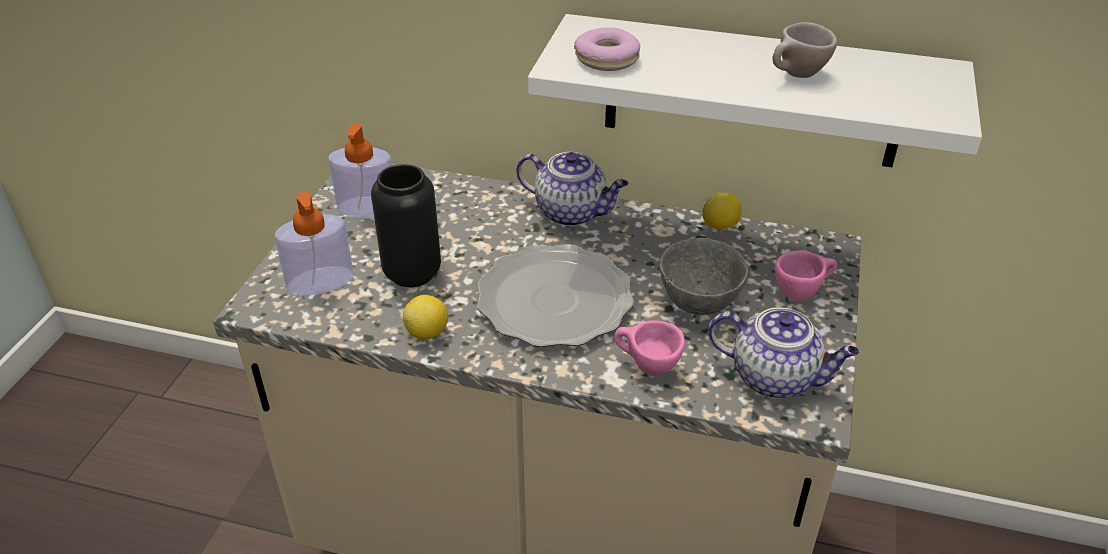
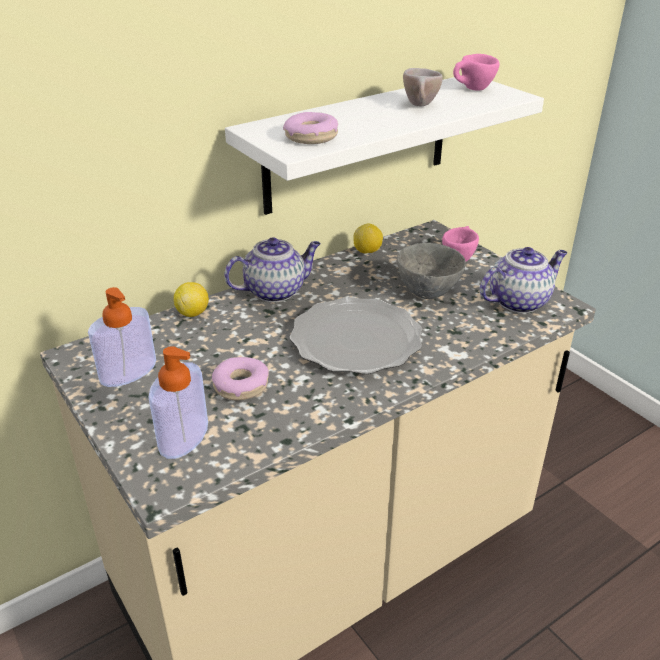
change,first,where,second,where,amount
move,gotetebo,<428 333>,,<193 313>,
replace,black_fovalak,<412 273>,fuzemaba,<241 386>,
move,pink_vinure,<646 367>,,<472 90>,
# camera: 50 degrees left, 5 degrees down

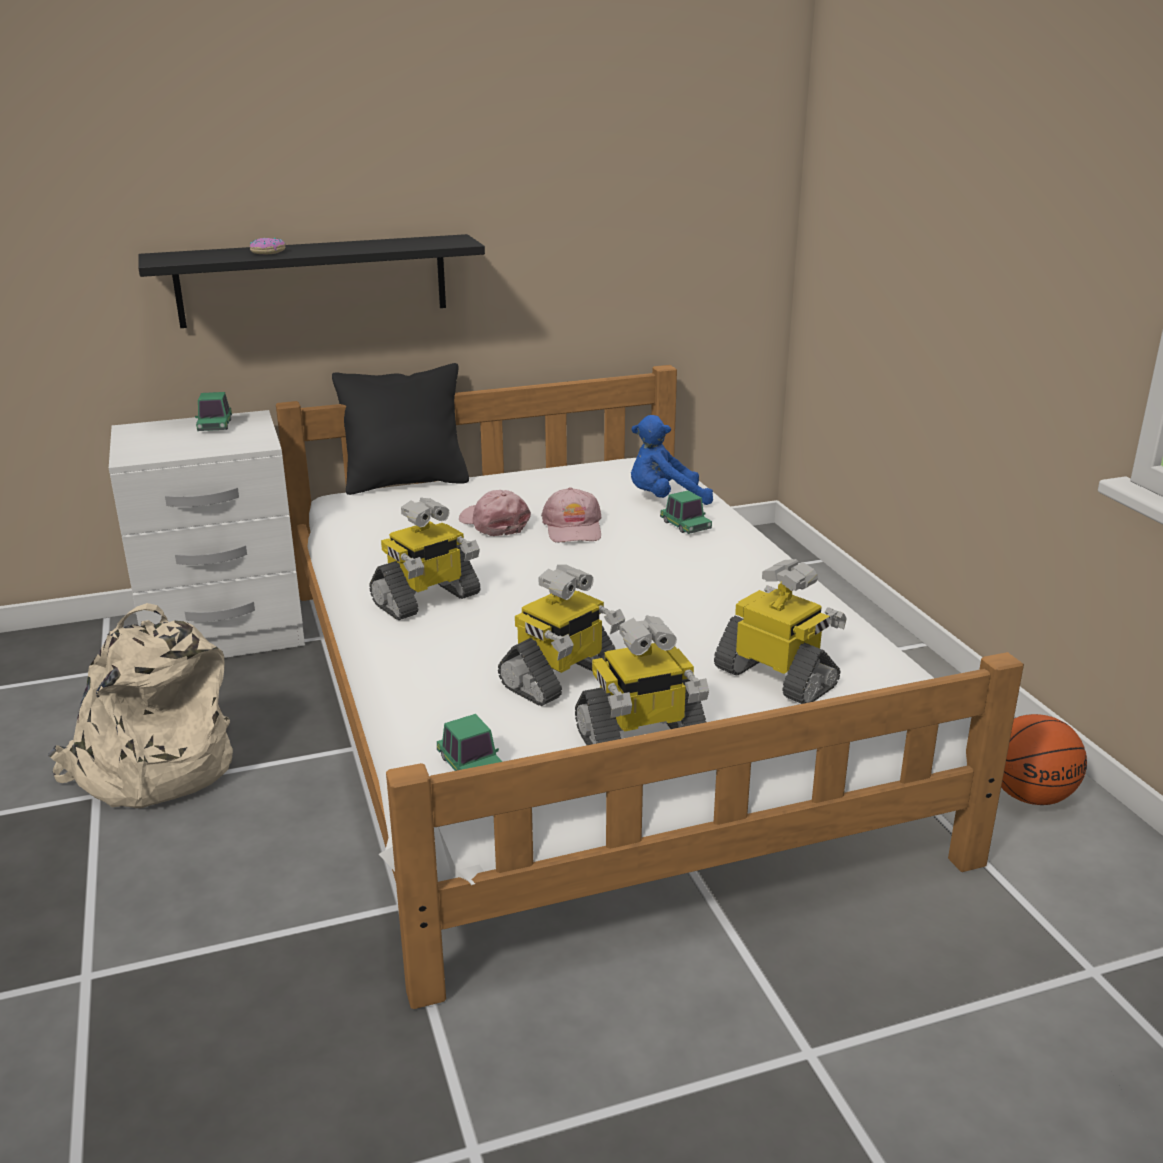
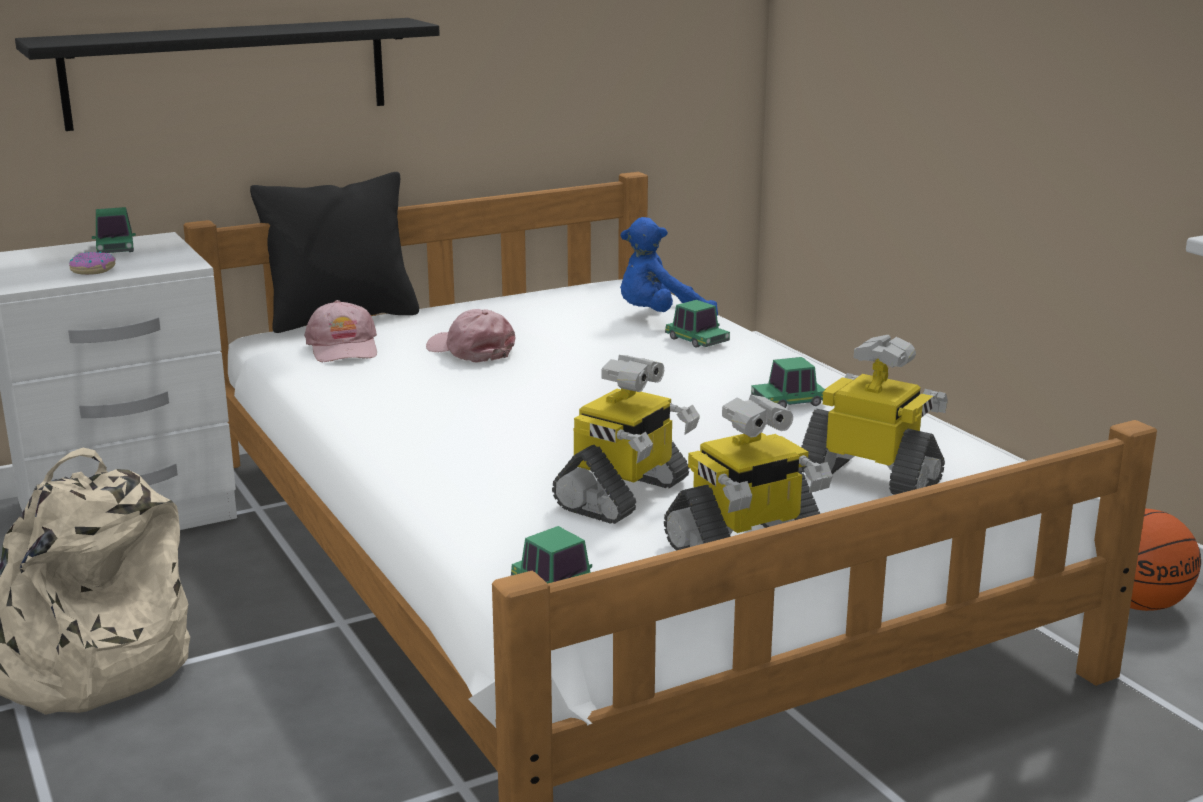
change,first,where,second,where,amount
move,fuzemaba,<267 252>,,<92 270>,
move,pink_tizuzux,<573 528>,,<343 348>,
insert,,,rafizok,<789 402>,
delete,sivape,<426 600>,,,
# camera: 10 degrees left, 5 degrees down

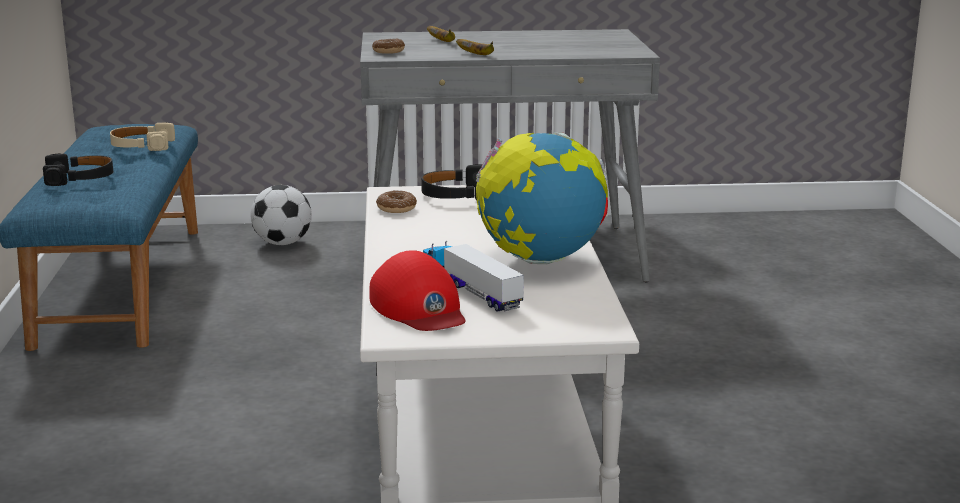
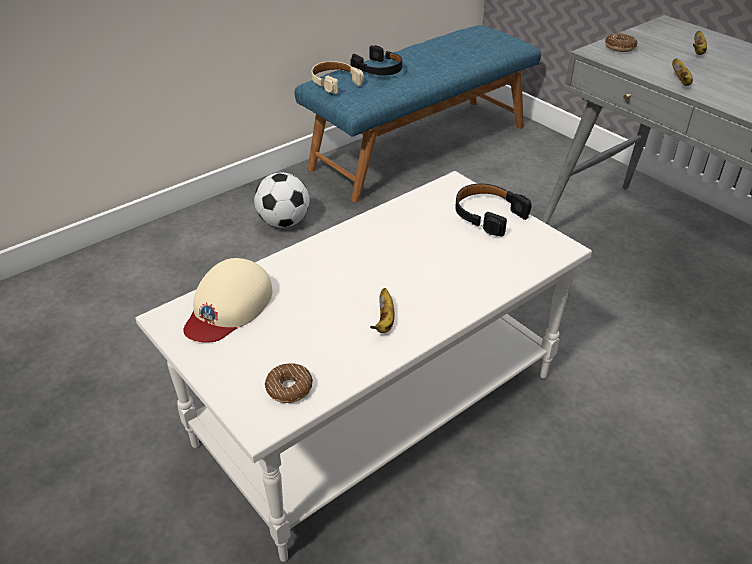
change,first,where,second,where,amount
recolor,red_tizuzux,<419 308>,beige_tizuzux,<228 307>,
move,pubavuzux,<282 243>,,<284 222>,
move,fuzemaba,<396 208>,,<289 388>,
move,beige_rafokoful,<142 145>,,<335 82>,
replace,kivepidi,<540 260>,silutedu,<384 321>,
delete,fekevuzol,<468 287>,,,
# camera: 55 degrees right, 20 degrees up

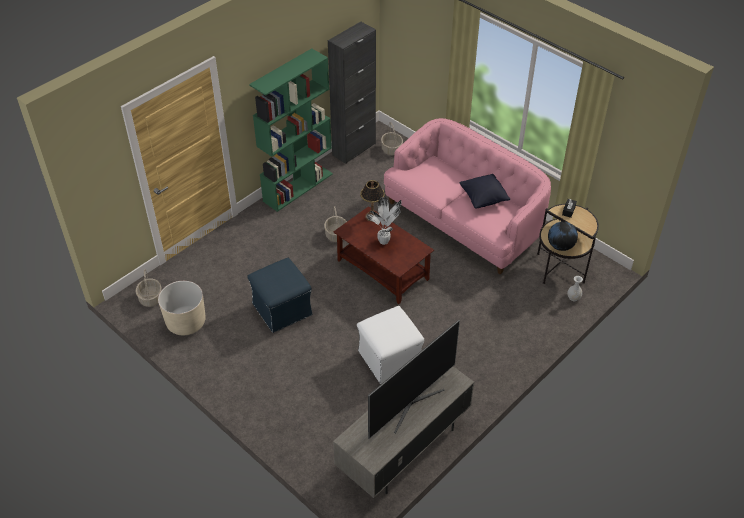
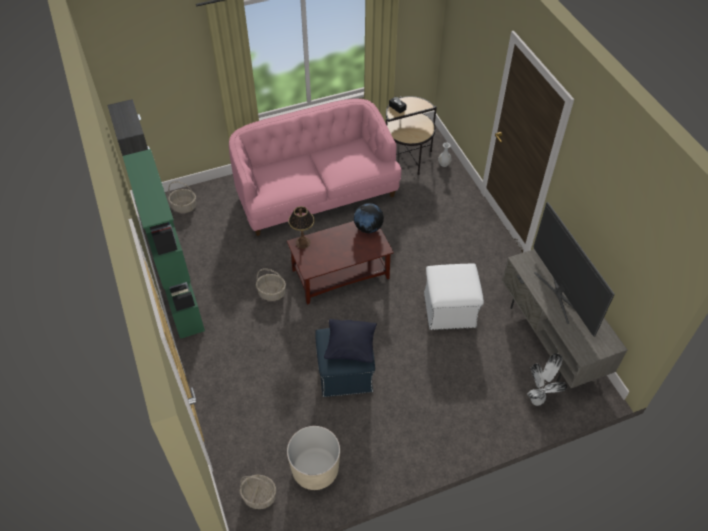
change,first,where,second,where,amount
move,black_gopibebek,<483 199>,,<350 347>,
move,kivepidi,<560 246>,,<368 228>,
move,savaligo,<385 241>,,<537 400>,
# camera: 65 degrees left, 5 degrees up

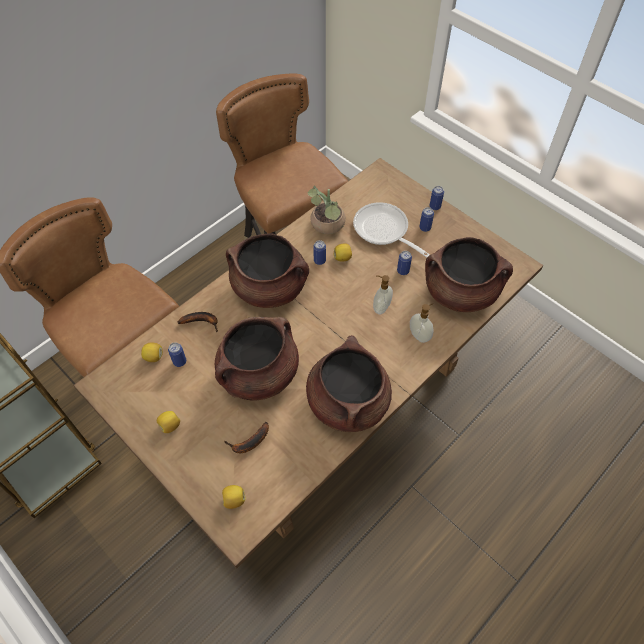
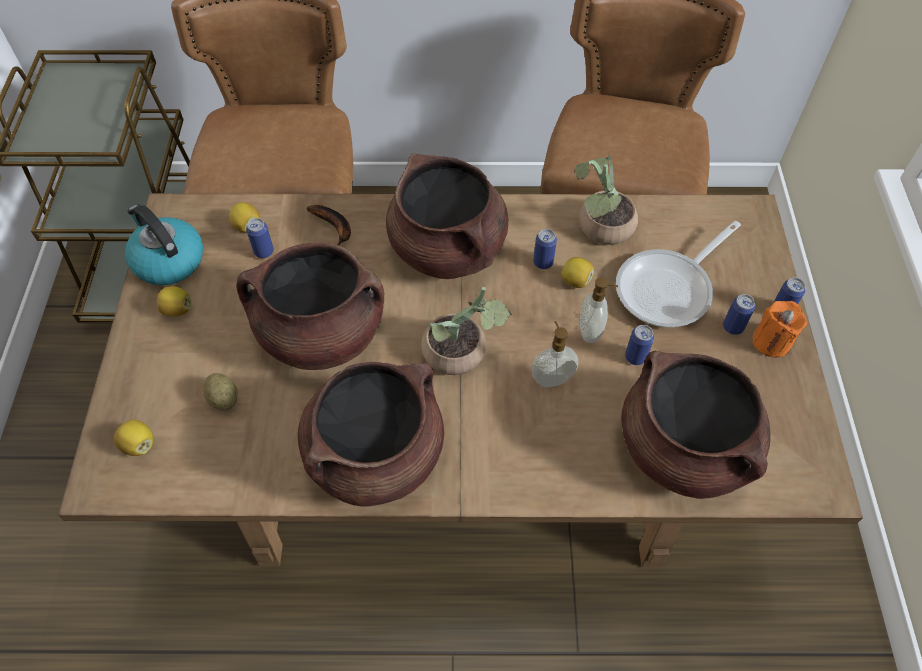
change,first,where,second,where,amount
insert,,,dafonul,<168 260>,
replace,silutedu,<249 443>,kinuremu,<224 399>,
insert,,,savaligo,<462 354>,
move,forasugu,<420 335>,,<591 331>,
rotate,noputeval,<384 231>,,<669 289>,135 degrees counterclockwise
insert,,,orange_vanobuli,<771 341>,
# camera: 45 degrees right, 0 degrees up

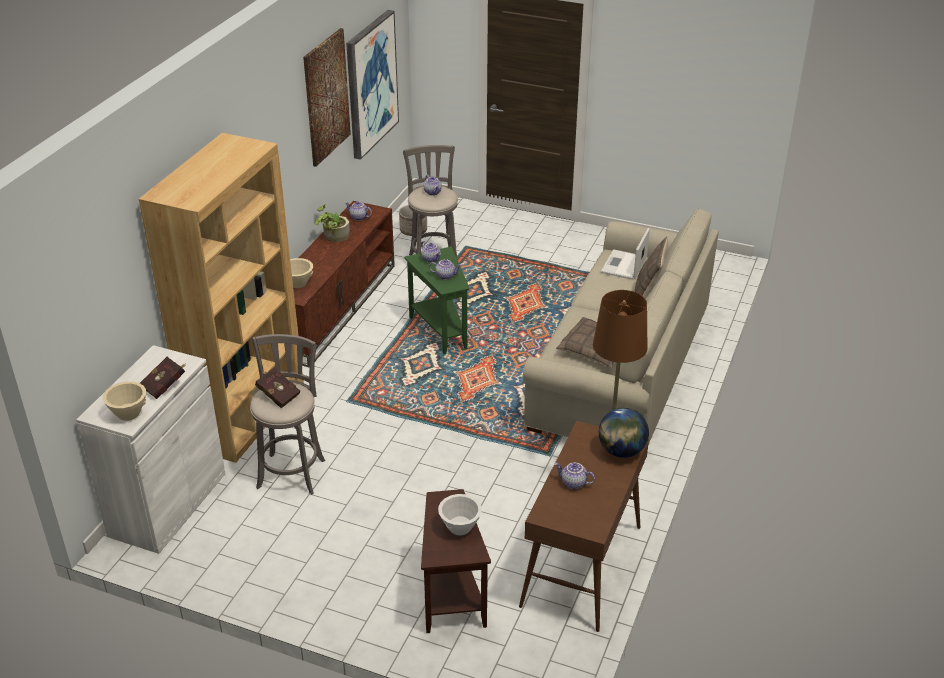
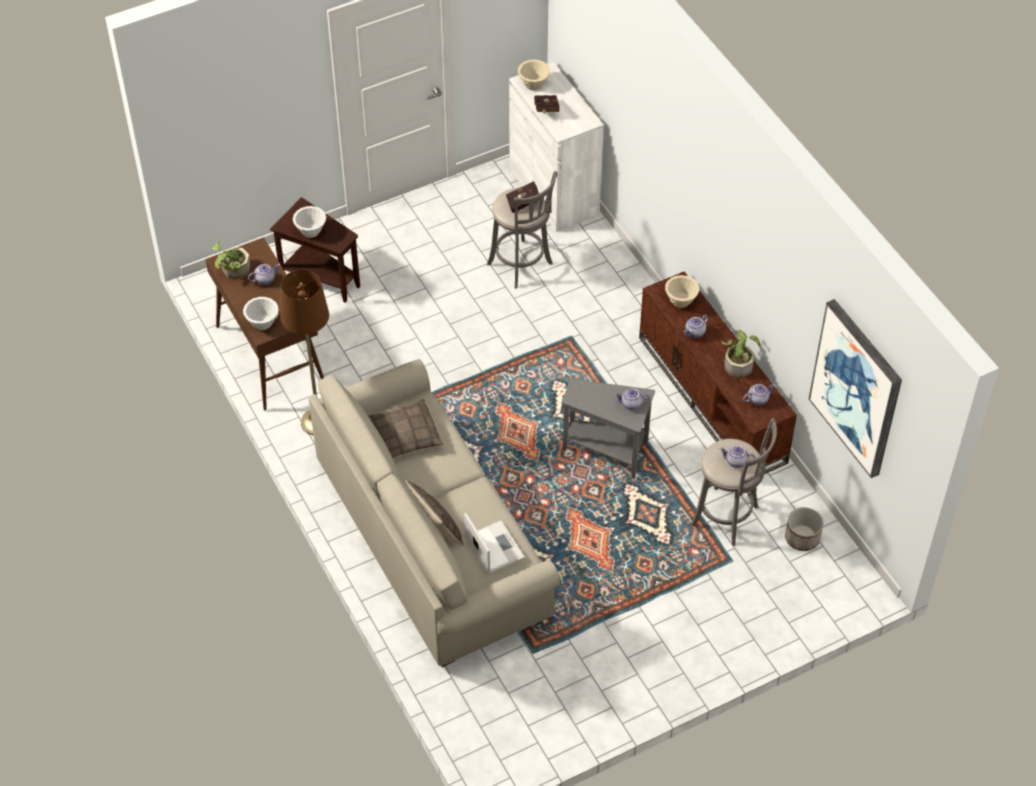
change,first,where,second,where,amount
insert,,,savaligo,<233 271>,
replace,kivepidi,<621 451>,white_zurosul,<262 323>,
recolor,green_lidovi,<441 330>,grey_lidovi,<608 451>,
move,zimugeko,<445 275>,,<695 333>,
delete,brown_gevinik,<247 415>,,,
delete,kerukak,<326 97>,,,
# camera: 130 degrees right, 15 degrees up

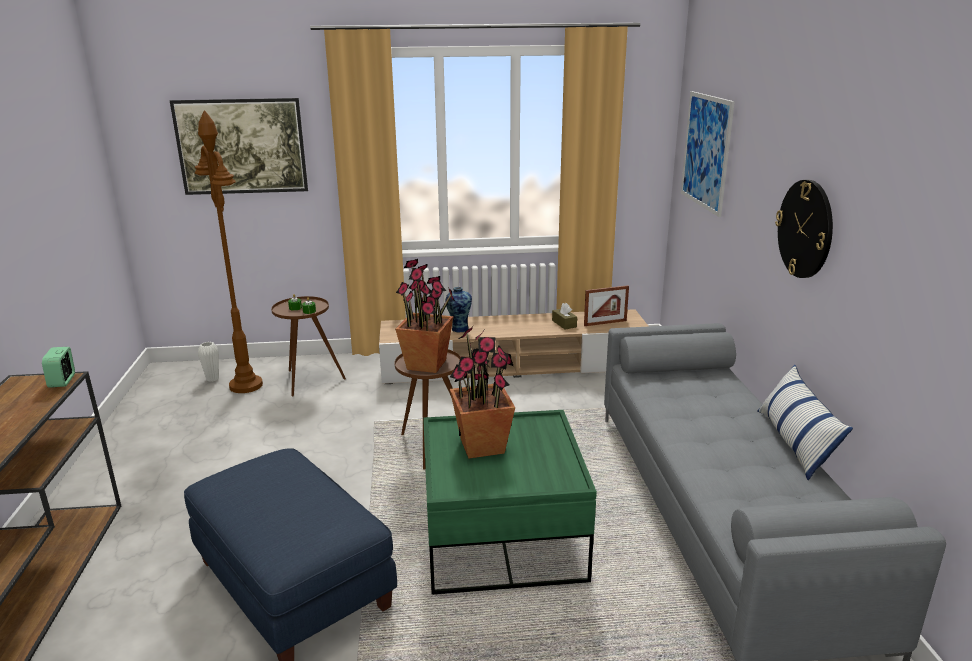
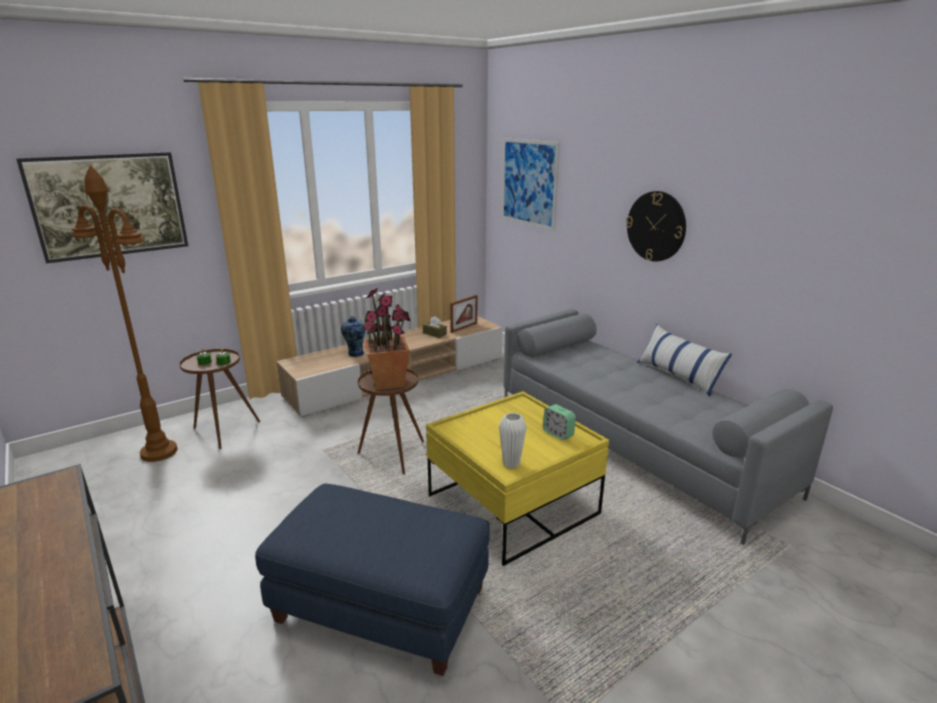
change,first,where,second,where,amount
recolor,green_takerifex,<502 537>,yellow_takerifex,<513 504>,
move,white_fovalak,<212 379>,,<511 463>,
move,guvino,<62 381>,,<558 434>,
delete,savaligo,<483 446>,,,
# camera: 30 degrees left, 0 degrees up

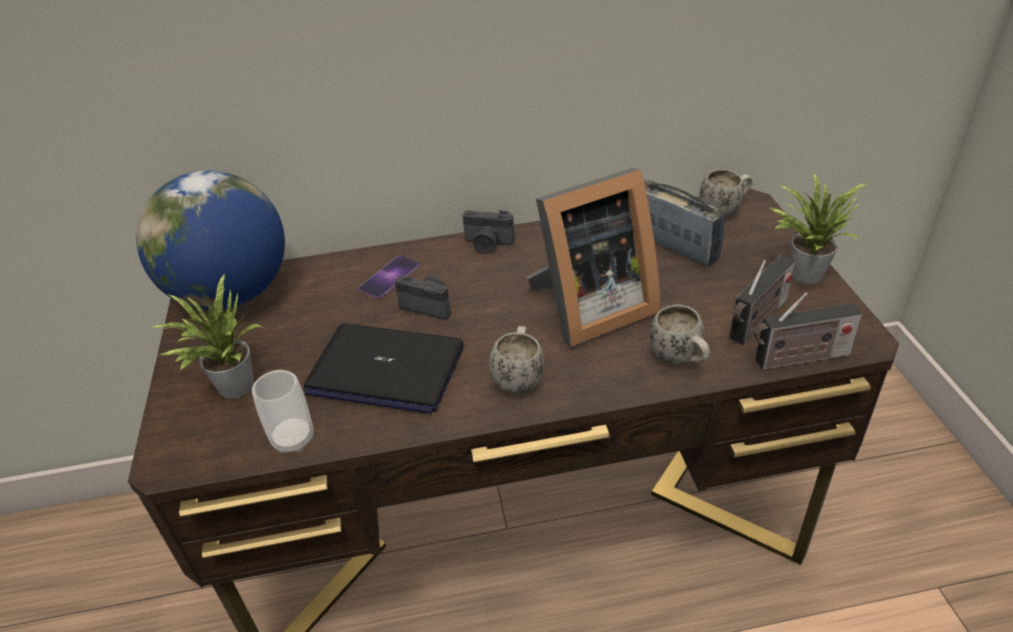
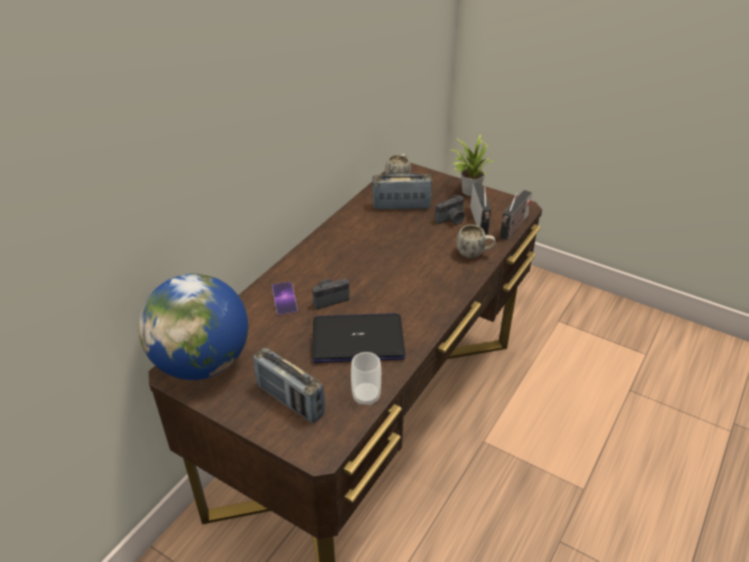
change,first,where,second,where,amount
replace,savaligo,<231 386>,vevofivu,<290 401>,
rotate,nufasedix,<385 370>,,<358 339>,150 degrees counterclockwise
move,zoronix,<488 244>,,<451 220>,
delete,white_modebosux,<518 377>,,,
delete,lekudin,<589 309>,,,
# camera: 50 degrees left, 0 degrees up

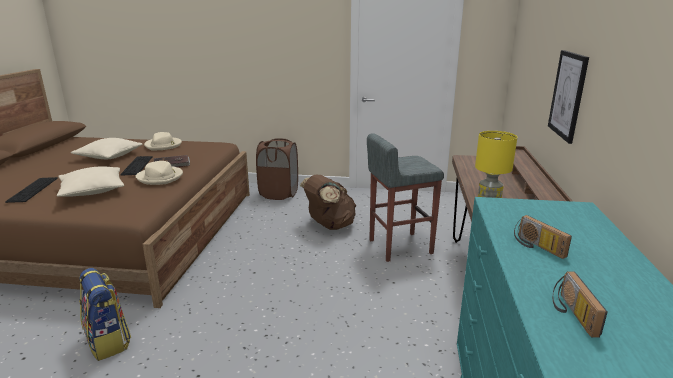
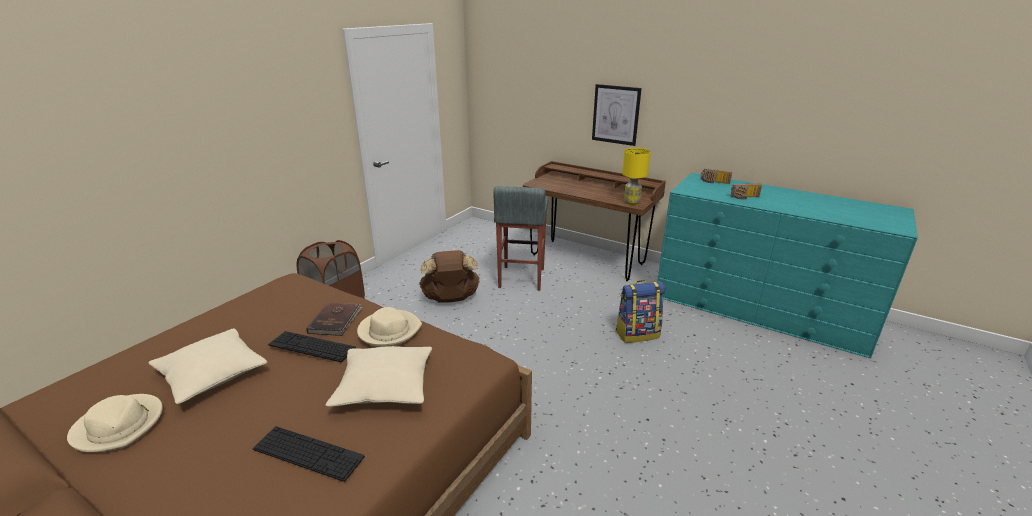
change,first,where,second,where,amount
move,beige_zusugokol,<163 145>,,<120 425>,
move,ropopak,<109 341>,,<637 334>,
move,vevofivu,<571 313>,,<714 182>,
# camera: 65 degrees left, 5 degrees up

